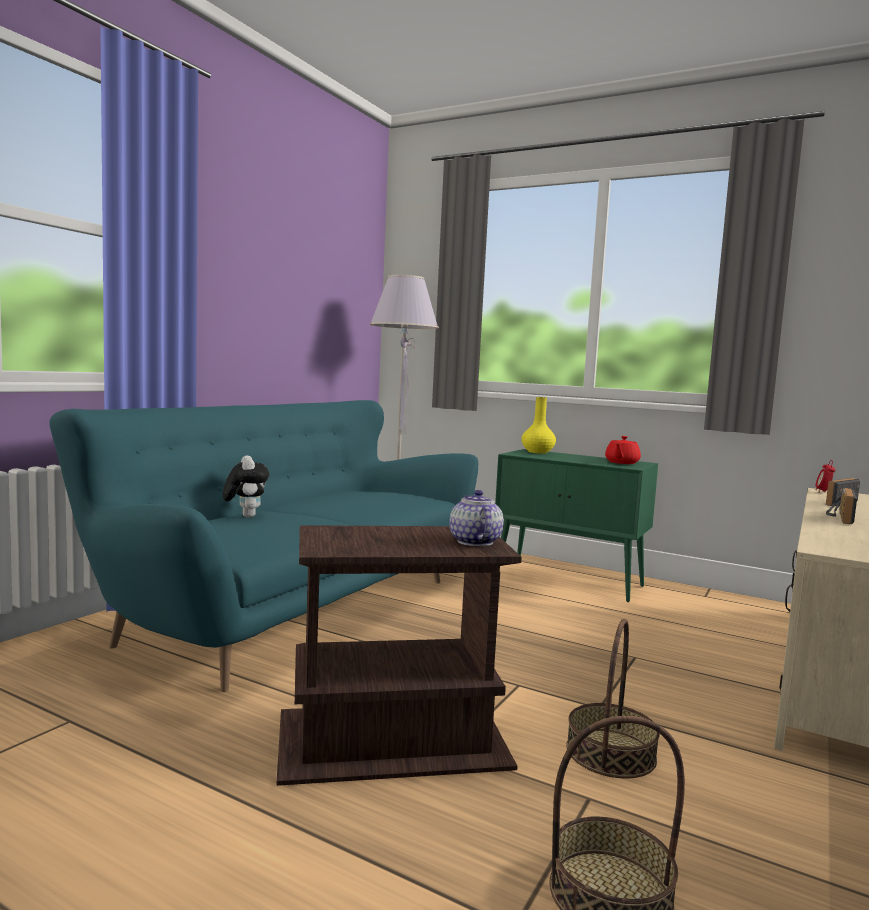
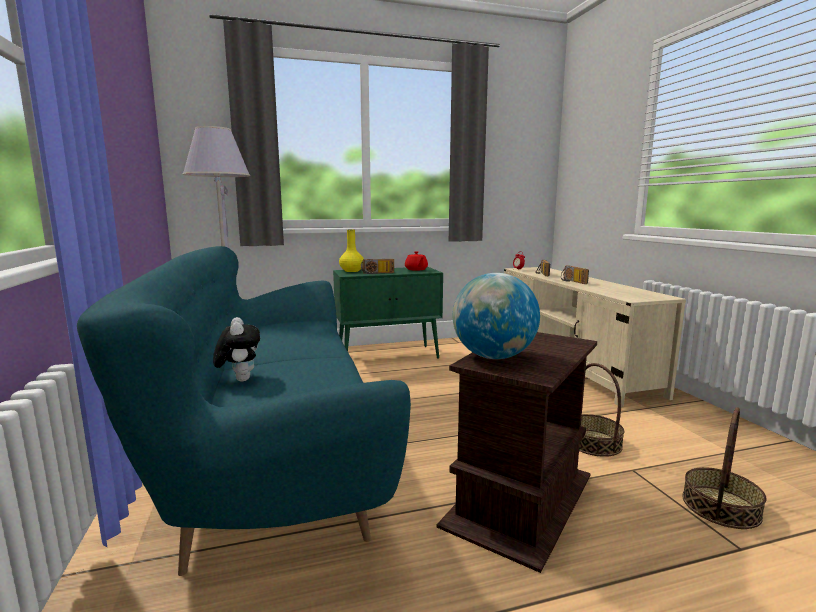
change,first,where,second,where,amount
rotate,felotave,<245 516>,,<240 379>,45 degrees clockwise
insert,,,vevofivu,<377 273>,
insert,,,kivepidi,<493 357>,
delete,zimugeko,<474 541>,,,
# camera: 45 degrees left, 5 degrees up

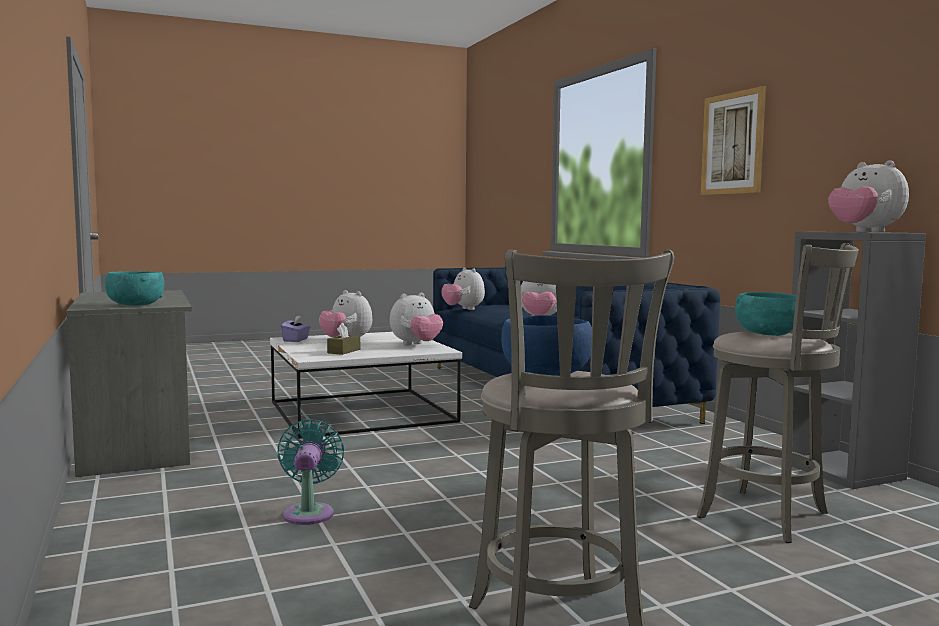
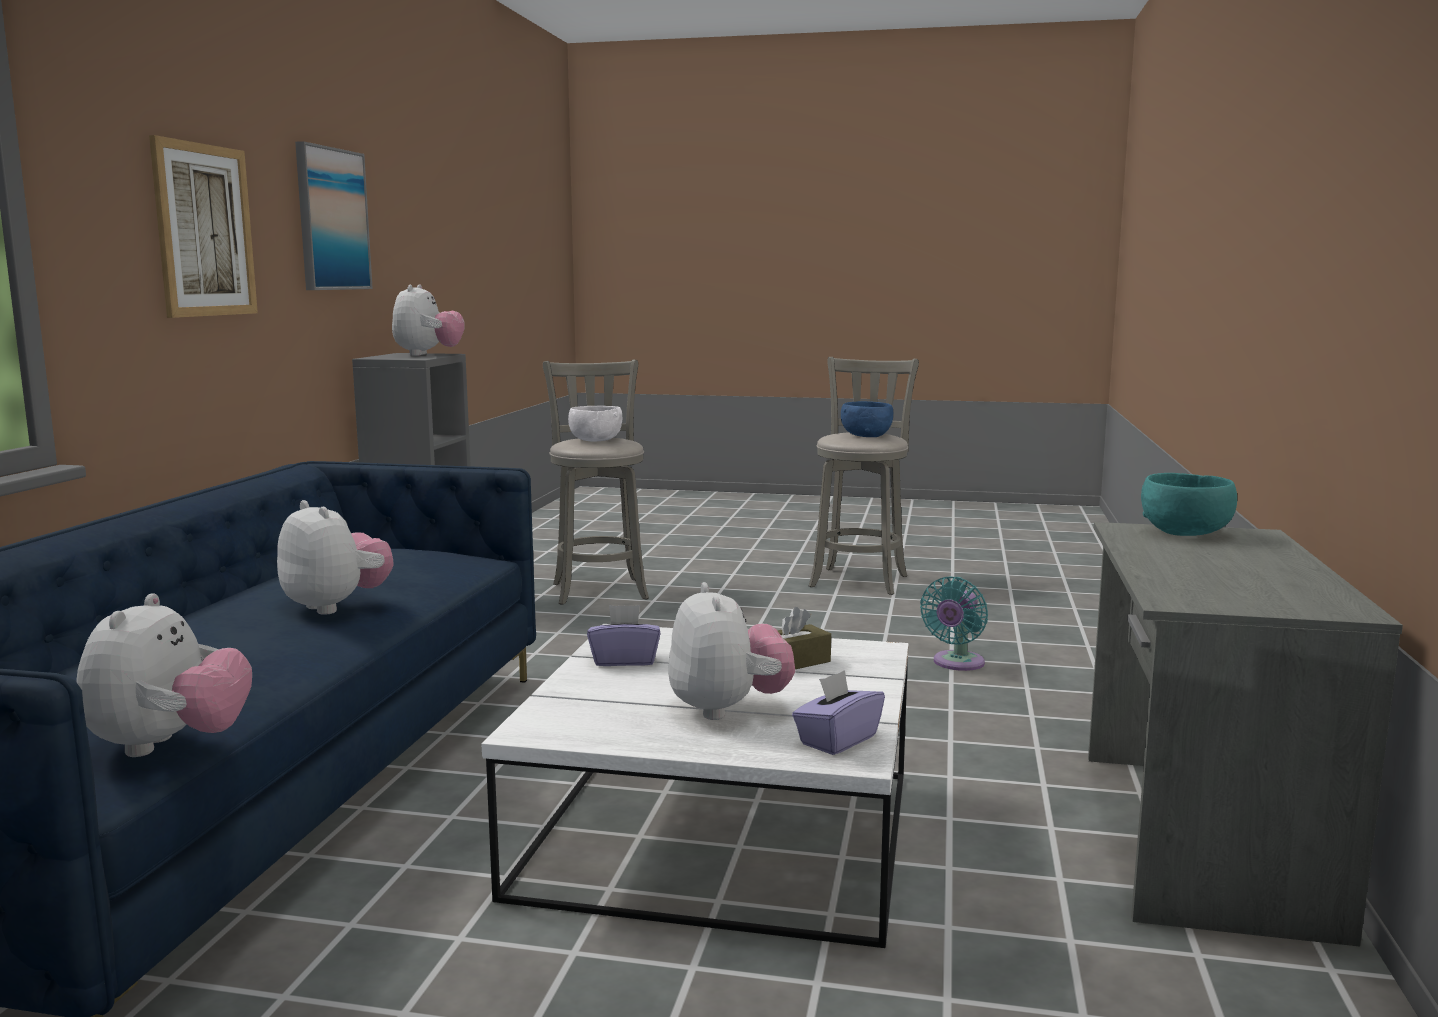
change,first,where,second,where,amount
insert,,,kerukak,<332 219>,
recolor,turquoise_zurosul,<766 334>,white_zurosul,<595 441>,
replace,felotave,<416 345>,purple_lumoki,<624 660>,
# camera: 145 degrees left, 5 degrees up

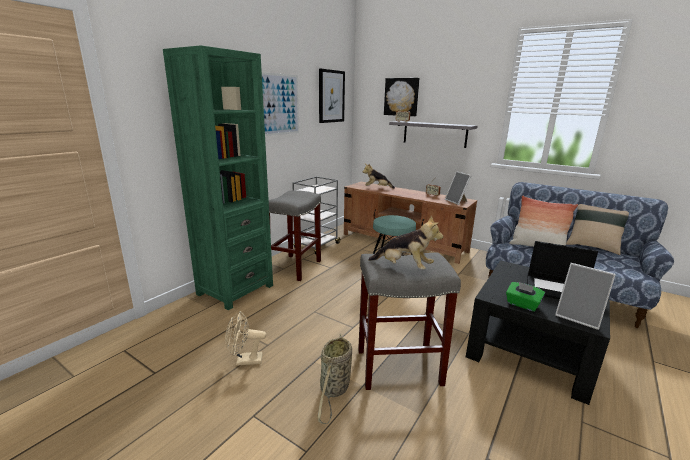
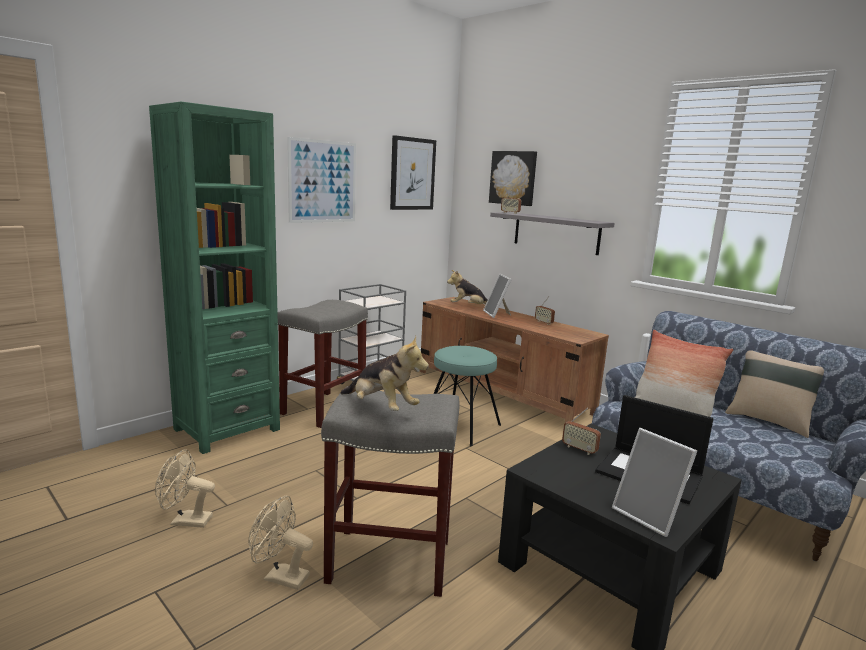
change,first,where,second,where,amount
replace,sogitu,<334 390>,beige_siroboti,<280 577>,
move,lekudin,<457 201>,,<497 314>,
insert,,,vevofivu,<579 449>,
delete,green_lumoki,<522 304>,,,
# camera: 10 degrees right, 5 degrees down

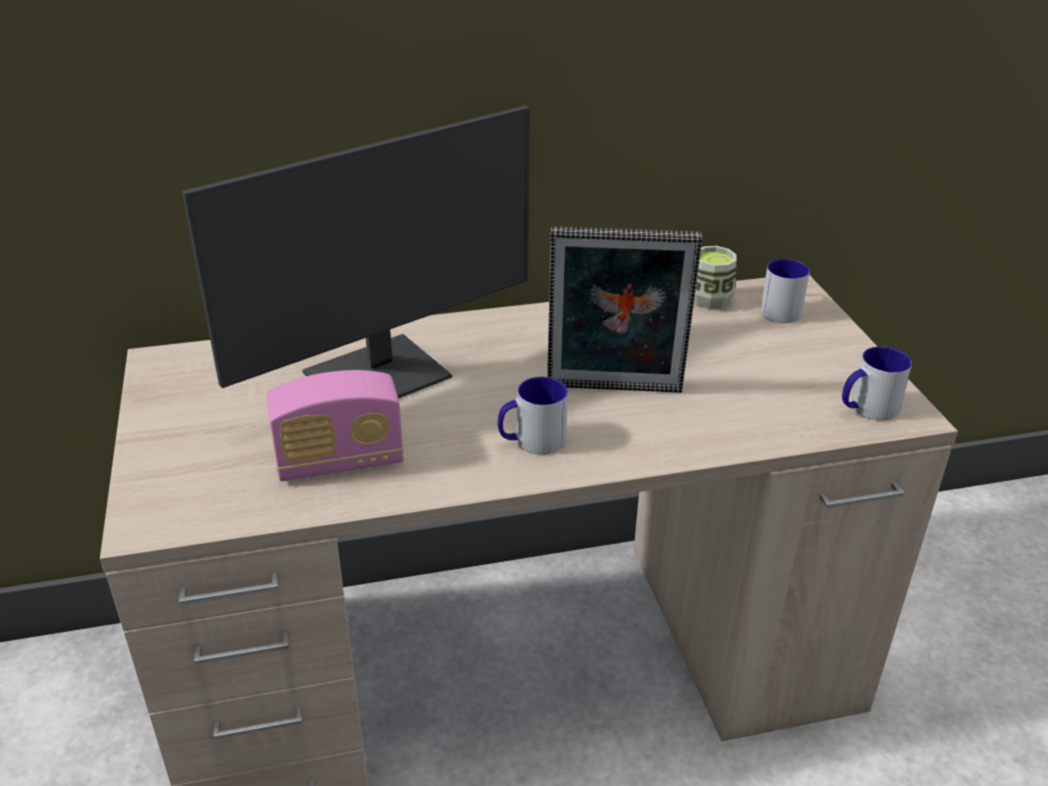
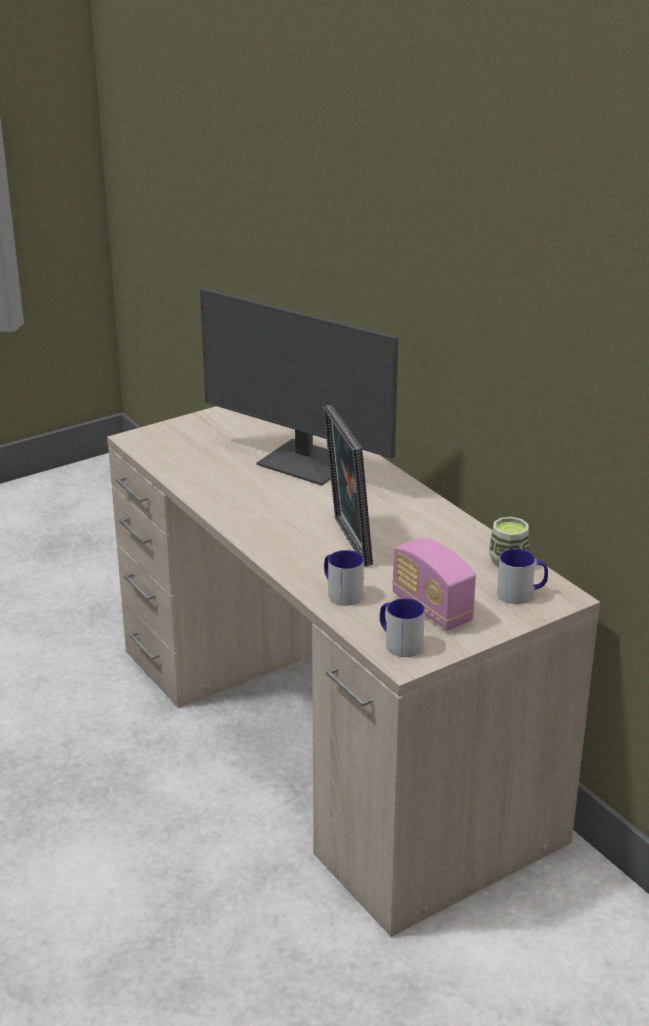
change,first,where,second,where,amount
move,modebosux,<531 441>,,<341 592>,
move,vevofivu,<340 462>,,<431 608>,
# camera: 70 degrees right, 5 degrees down

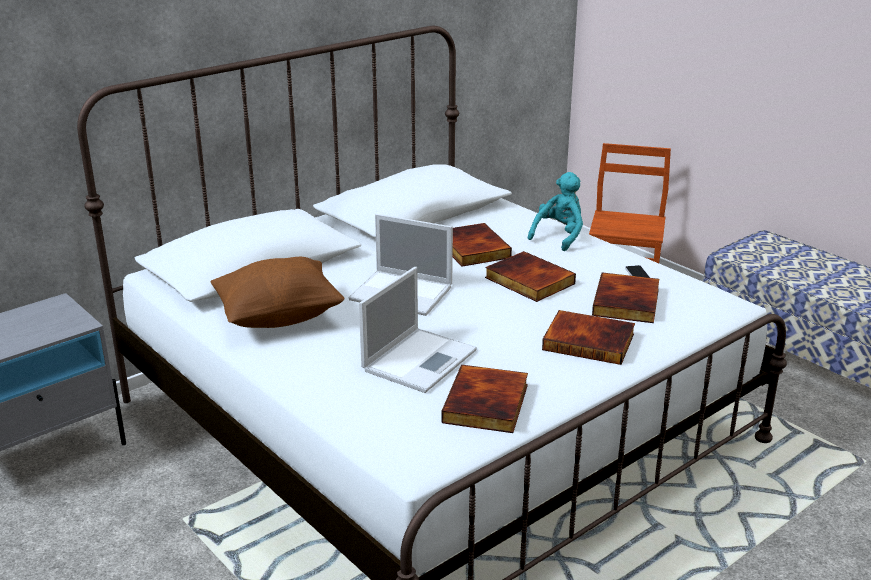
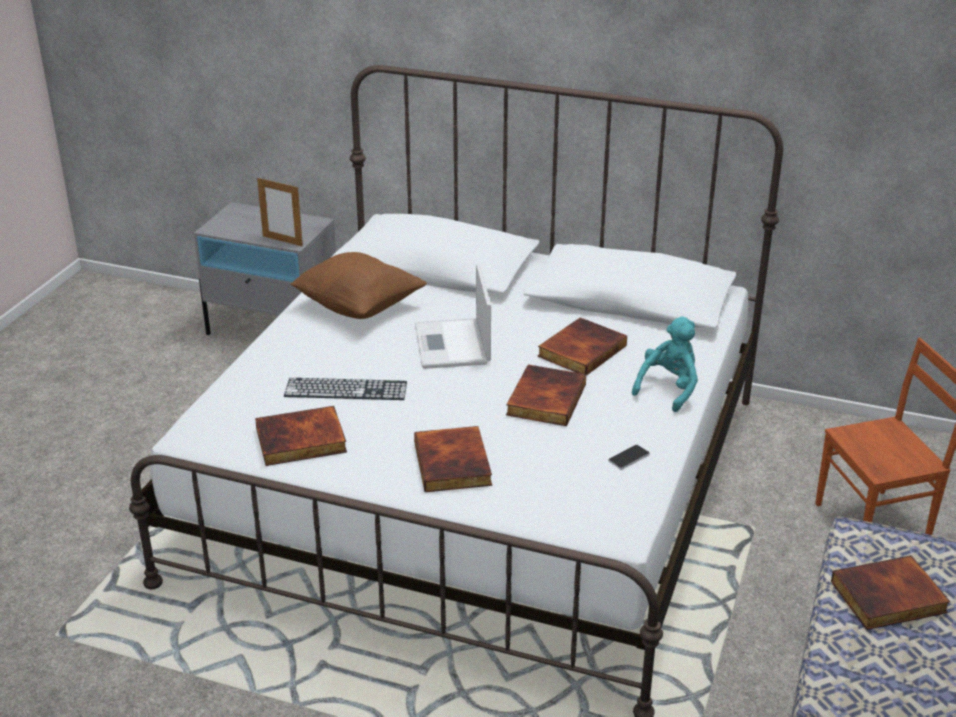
change,first,where,second,where,amount
insert,,,lekudin,<282 241>,
replace,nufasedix,<420 359>,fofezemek,<346 389>,
rotate,turquoise_felotave,<559 236>,,<669 388>,60 degrees counterclockwise
move,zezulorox,<628 302>,,<888 598>,
# camera: 60 degrees right, 5 degrees up

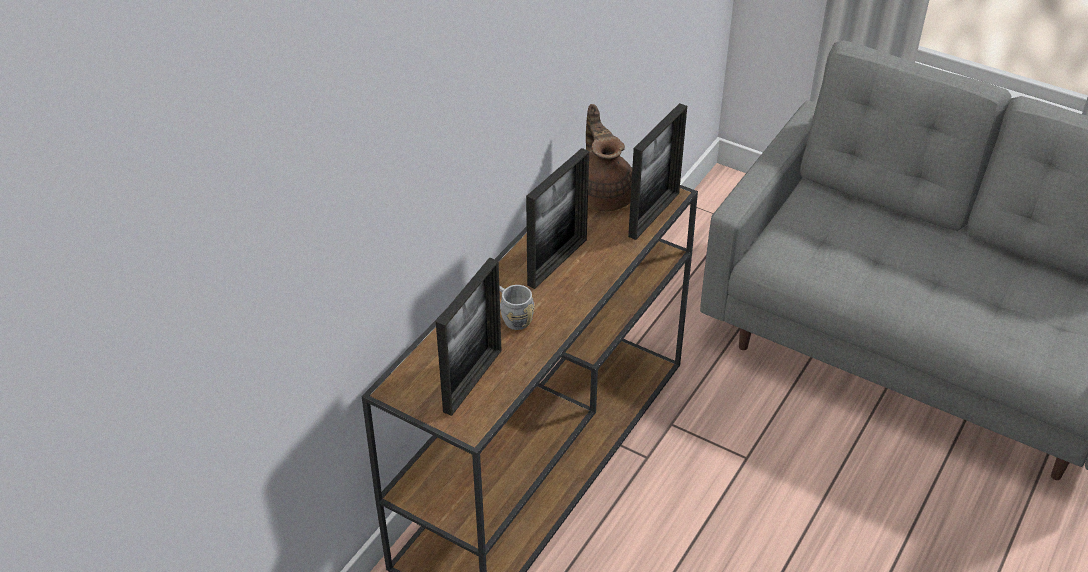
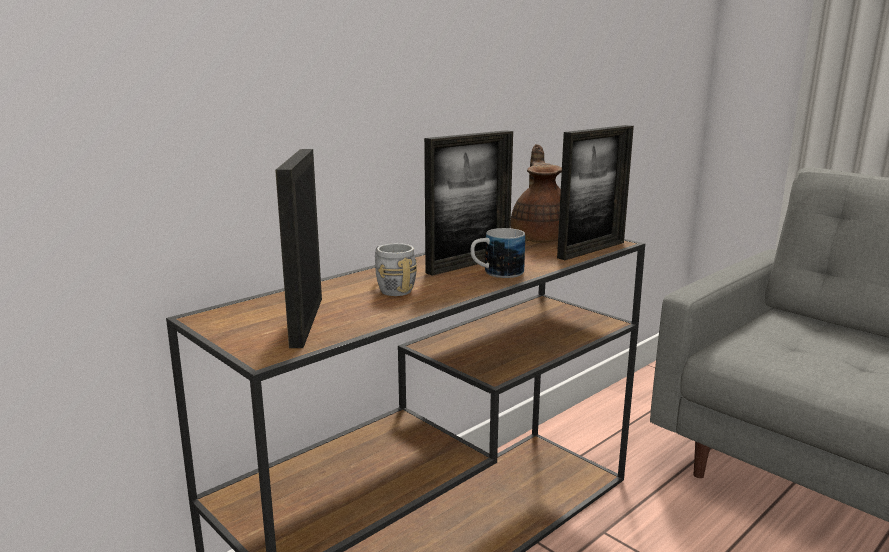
change,first,where,second,where,amount
rotate,lekudin,<472 380>,,<306 321>,135 degrees clockwise
insert,,,modebosux,<496 273>,
# camera: 15 degrees right, 25 degrees down

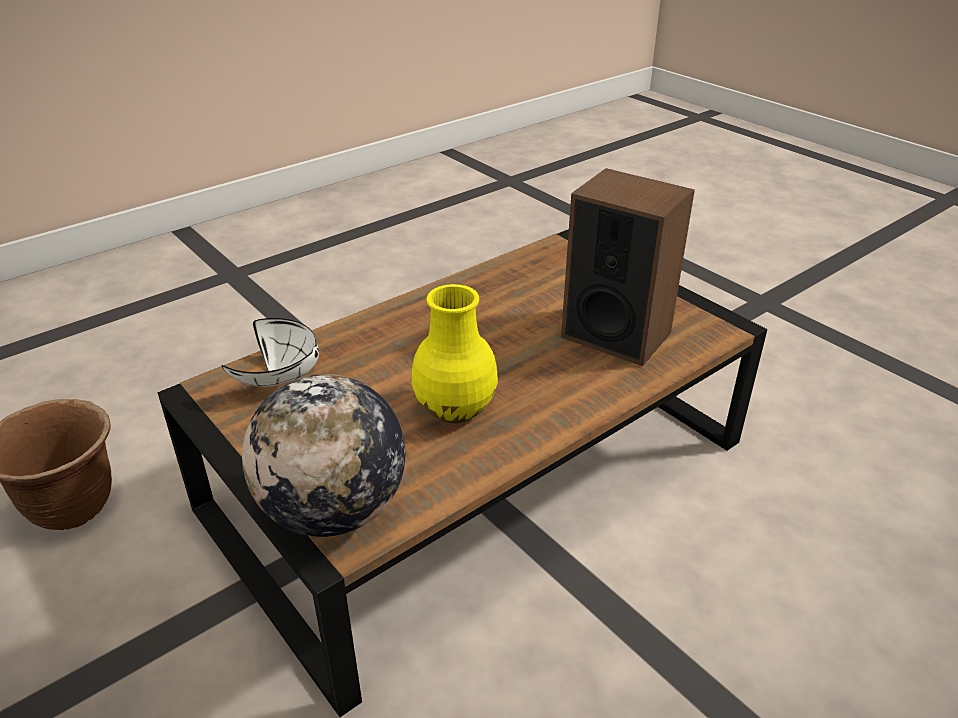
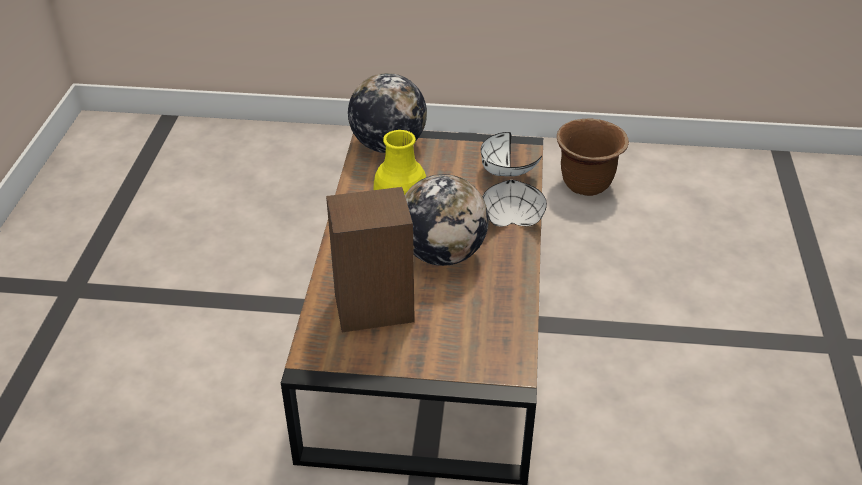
change,first,where,second,where,amount
insert,,,kivepidi,<442 254>,
insert,,,white_zurosul,<511 218>,
# camera: 135 degrees right, 5 degrees up

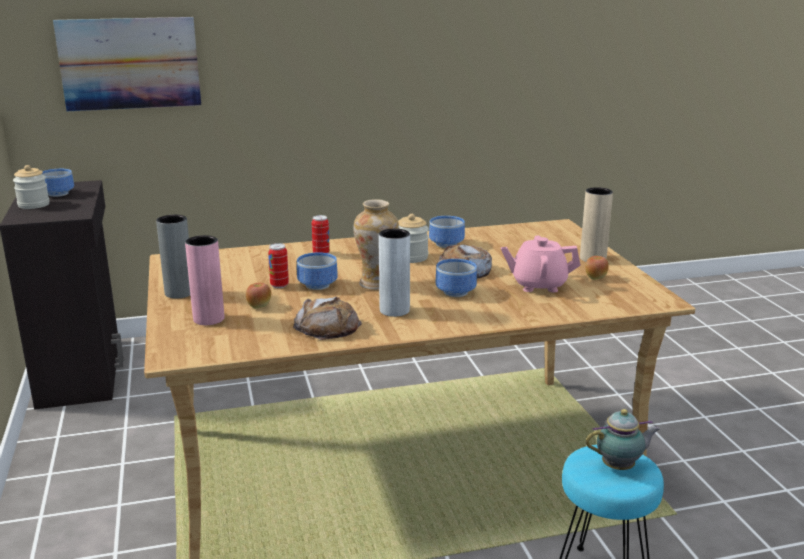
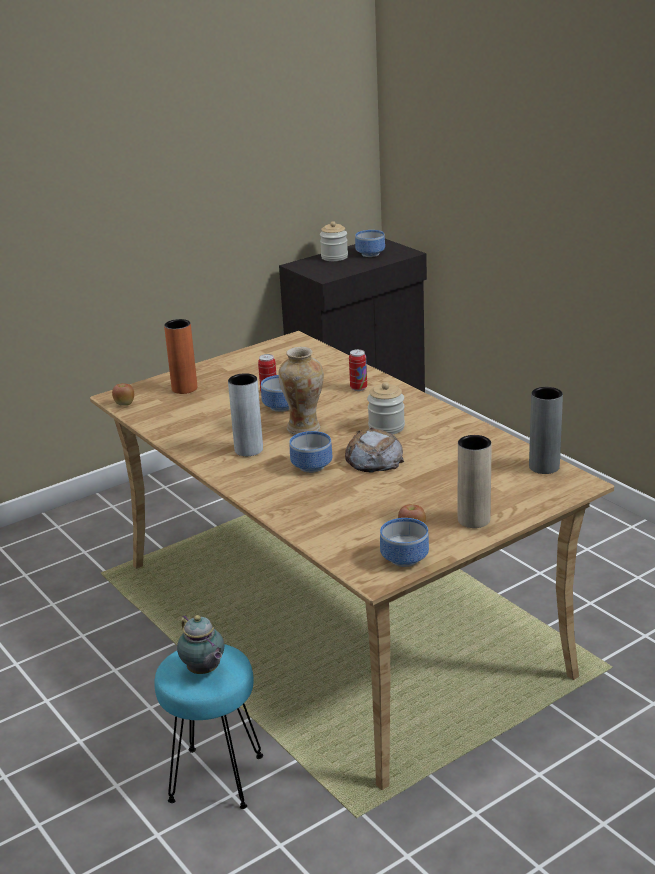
change,first,where,second,where,amount
move,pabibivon,<259 306>,,<124 404>,
recolor,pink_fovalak,<208 319>,orange_fovalak,<184 388>,
move,zurosul,<445 244>,,<405 557>,
move,grey_fovalak,<179 293>,,<544 467>,
delete,kerukak,<130 63>,,,
delete,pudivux,<327 326>,,,
delete,pink_zimugeko,<538 285>,,,
# camera: 70 degrees right, 5 degrees up

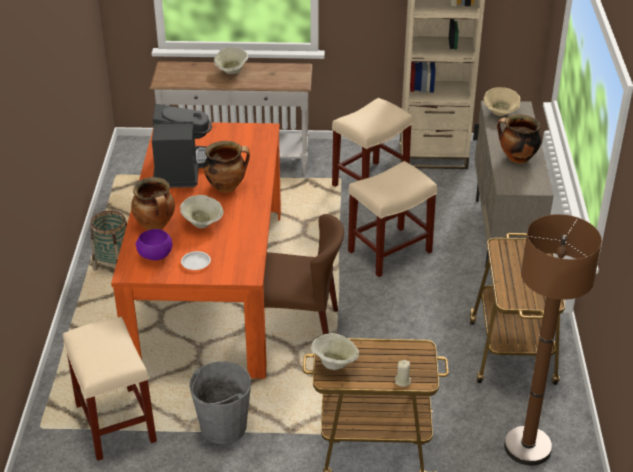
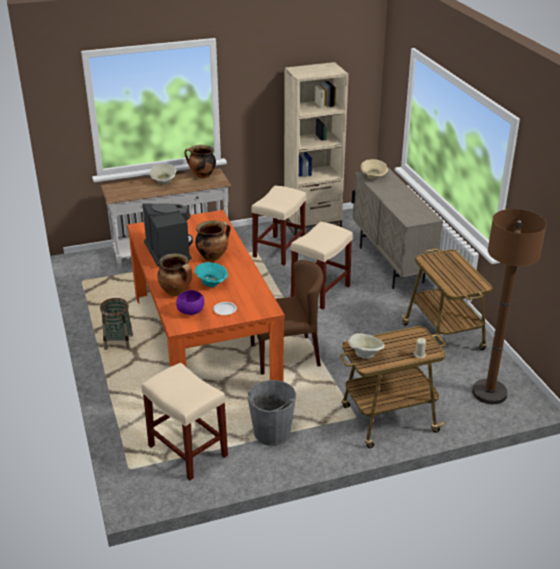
change,first,where,second,where,amount
move,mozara,<516 158>,,<201 175>,
recolor,beige_zurosul,<202 223>,turquoise_zurosul,<211 284>,
# camera: 20 degrees left, 5 degrees down

